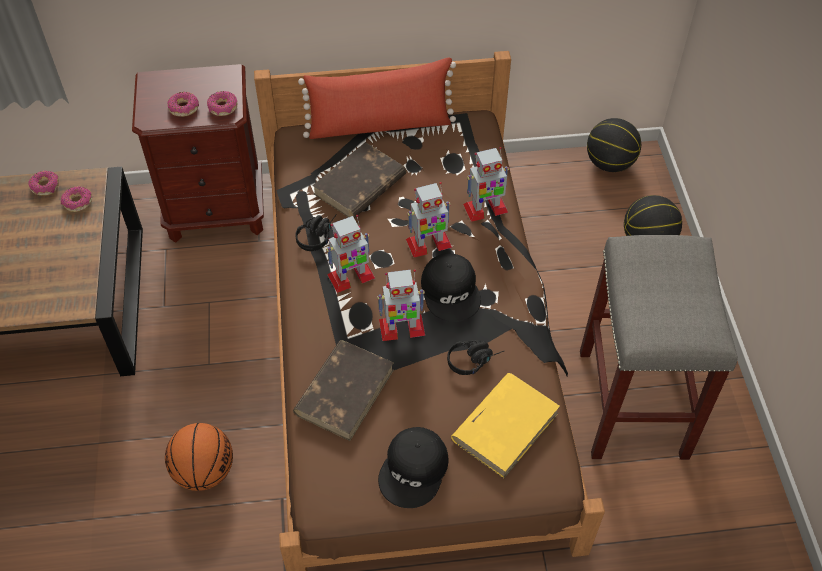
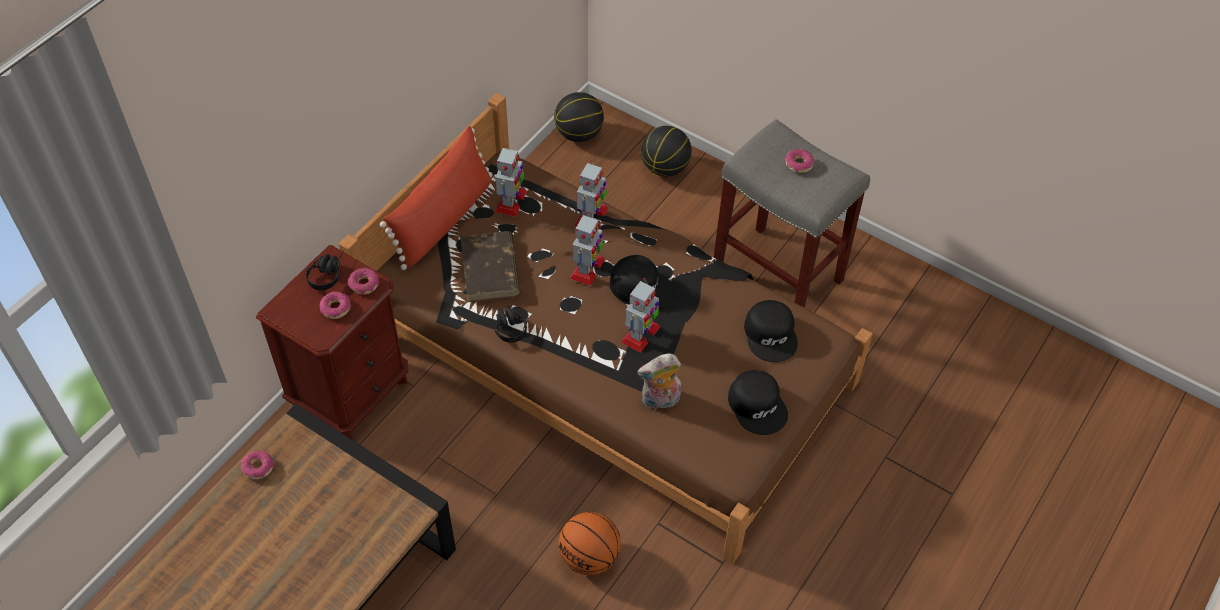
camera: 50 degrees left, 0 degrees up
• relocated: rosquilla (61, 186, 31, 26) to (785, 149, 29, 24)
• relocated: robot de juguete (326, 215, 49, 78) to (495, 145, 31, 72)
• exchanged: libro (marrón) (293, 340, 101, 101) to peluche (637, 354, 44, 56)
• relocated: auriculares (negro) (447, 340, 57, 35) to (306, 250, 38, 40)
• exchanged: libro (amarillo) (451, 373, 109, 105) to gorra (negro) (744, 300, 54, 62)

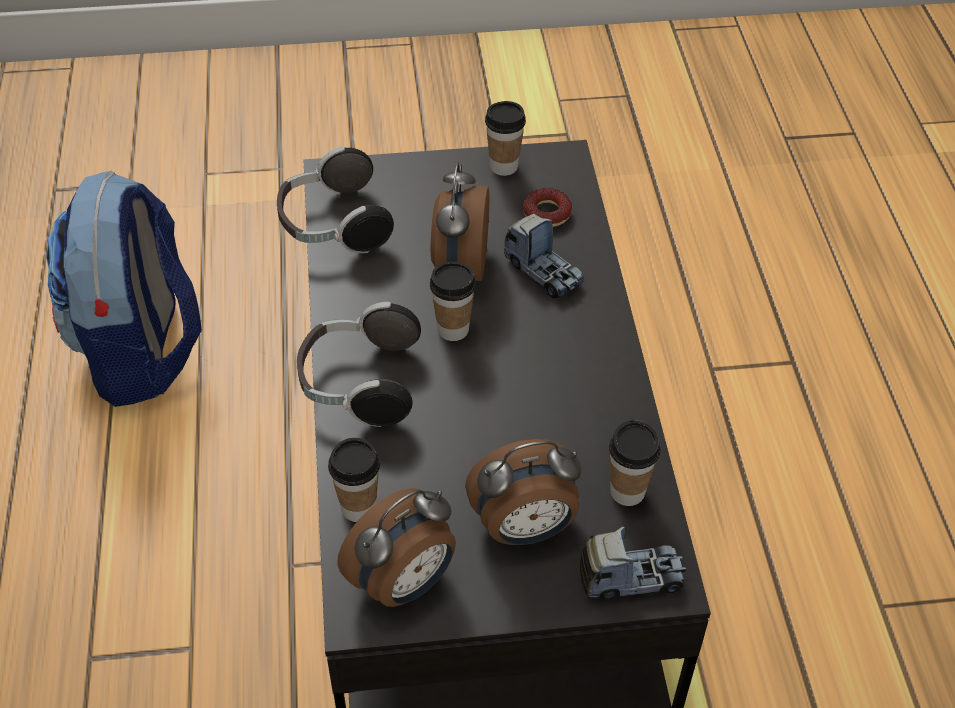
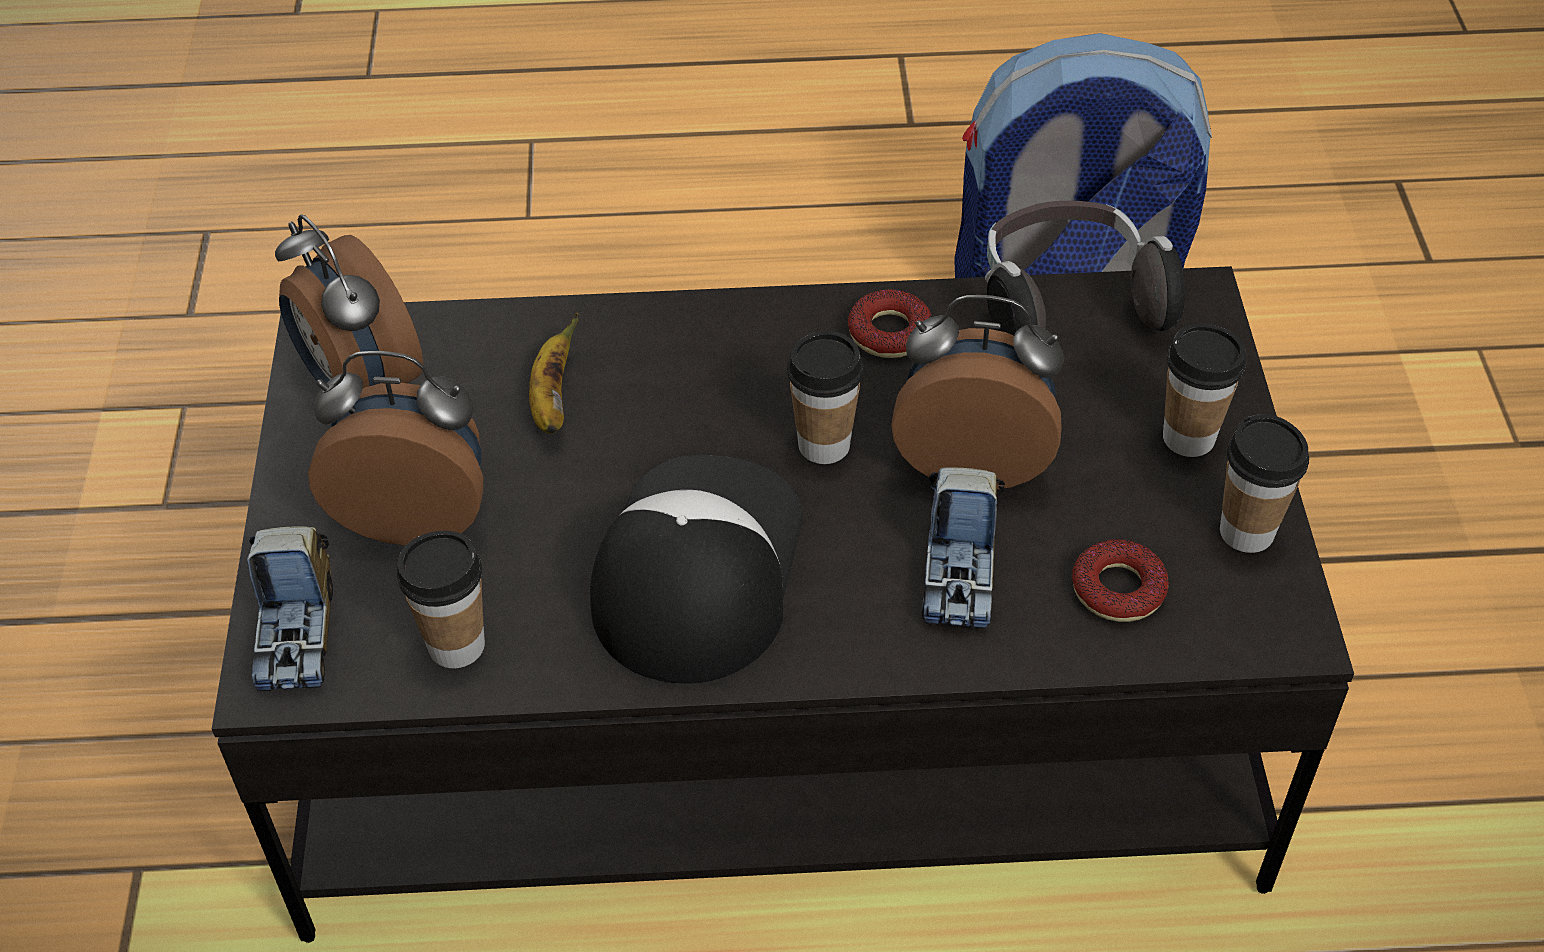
camera: 95 degrees right, 0 degrees up
• spun: camión de juguete (504, 214, 80, 85) = (921, 467, 84, 162) 45 degrees counterclockwise
• missing: auriculares (297, 302, 124, 125)
• relocated: taza (328, 438, 52, 84) to (1163, 324, 83, 133)
• spun: despertador (465, 439, 117, 106) = (308, 351, 175, 195) 105 degrees clockwise
• appeared: rosquilla (848, 289, 84, 69)
• appeared: plátano (529, 312, 50, 122)
• appeared: gorra (590, 455, 212, 229)

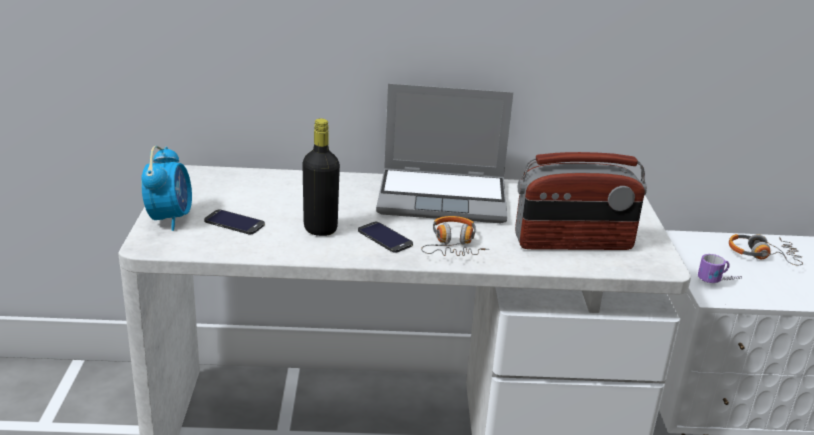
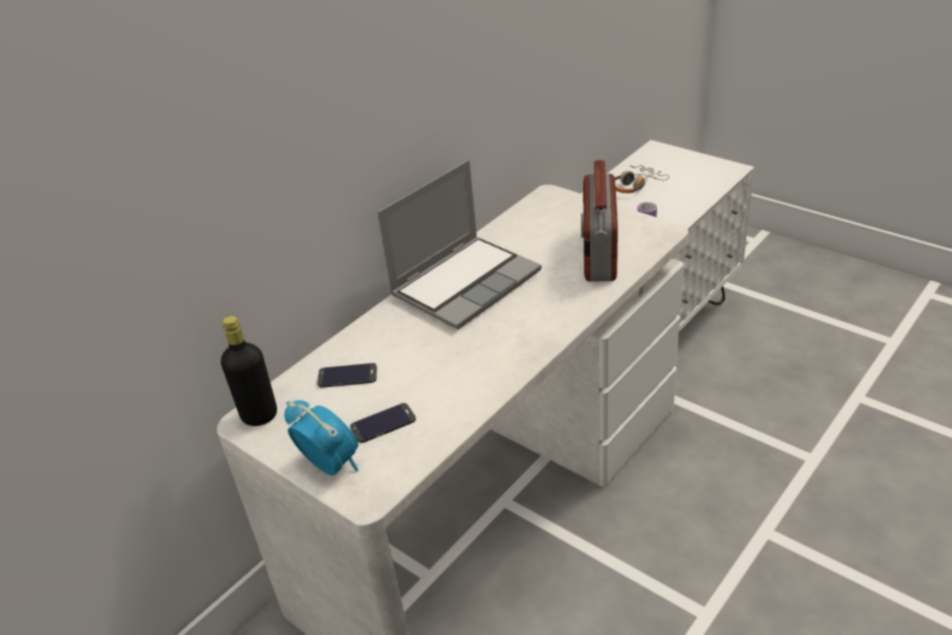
camera: 45 degrees left, 10 degrees up
• relocated: botella (negro) (302, 119, 38, 117) to (221, 316, 56, 110)
• spun: radio (515, 152, 132, 98) = (581, 160, 37, 122) 150 degrees clockwise
• missing: auriculares (421, 216, 68, 40)
• relocated: móvil (358, 222, 55, 31) to (317, 363, 60, 25)

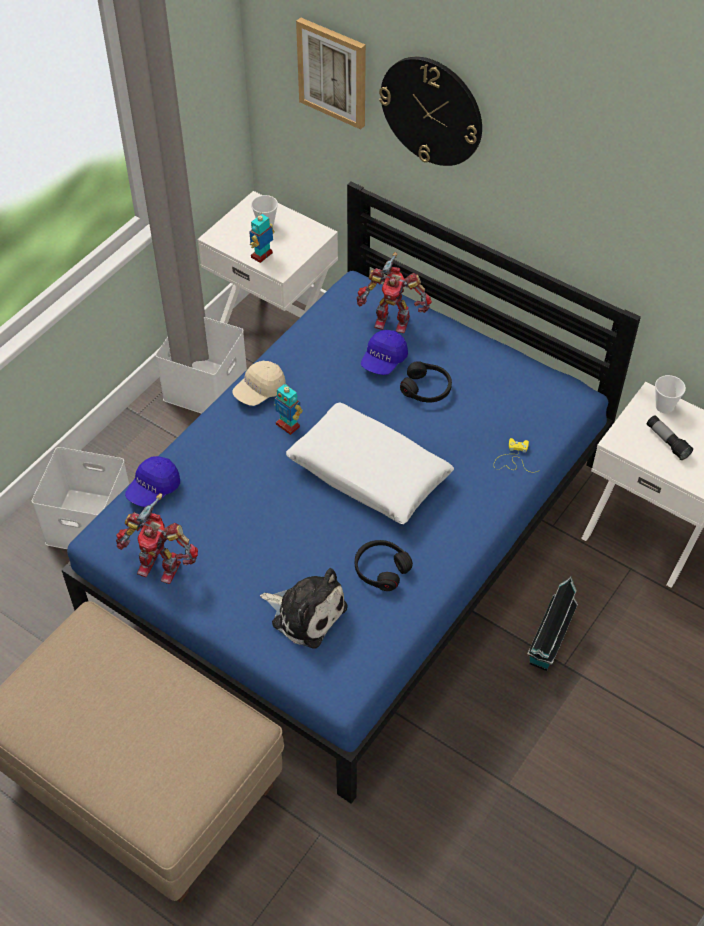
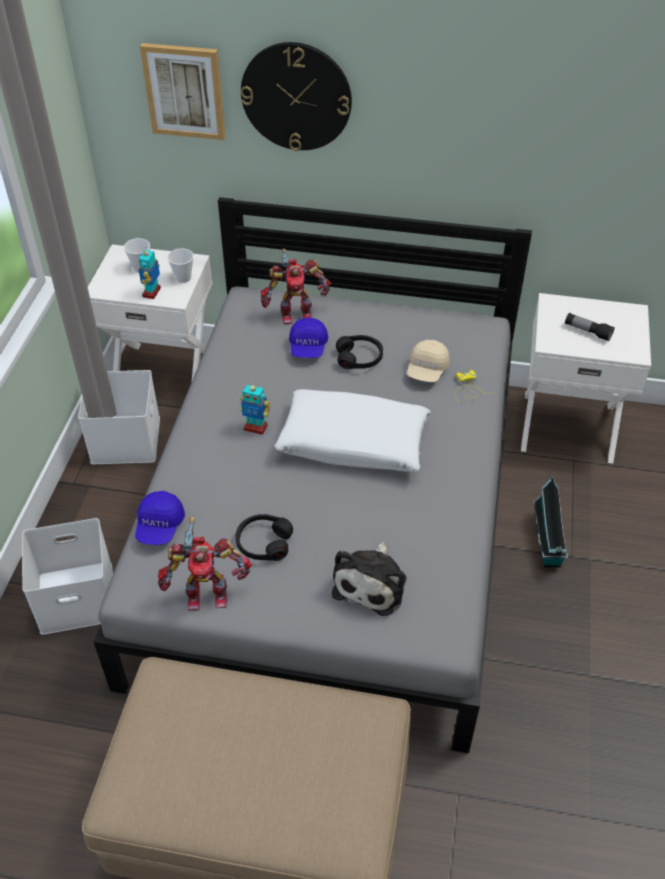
camera: 25 degrees left, 5 degrees down
• colour: cama (azul) (62, 181, 579, 623) to cama (gris) (94, 197, 438, 556)
• relocated: gorra (beis) (232, 361, 54, 45) to (407, 340, 43, 42)
• relocated: taza (655, 375, 31, 38) to (167, 249, 27, 34)
• relocated: auriculares (negro) (355, 540, 58, 51) to (235, 514, 58, 47)
• spun: peluche (260, 568, 87, 81) = (332, 542, 75, 74) 105 degrees clockwise

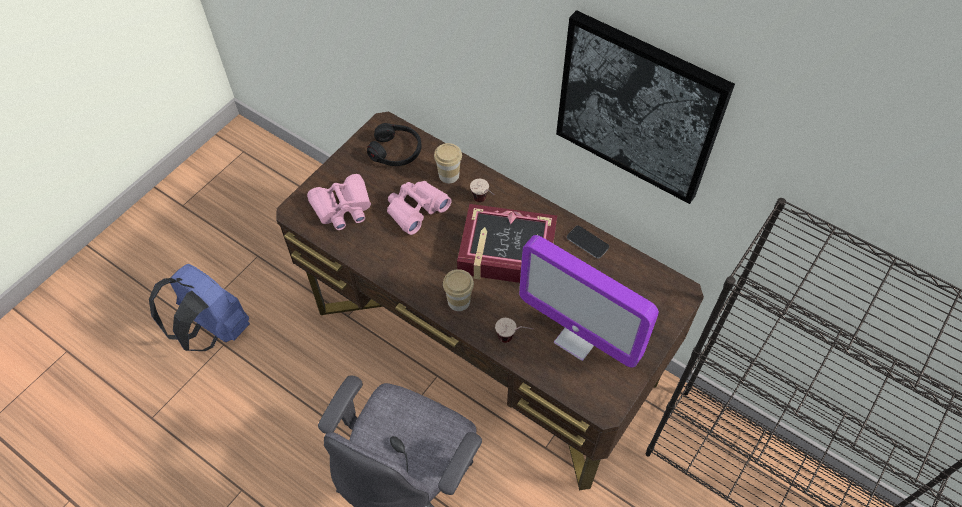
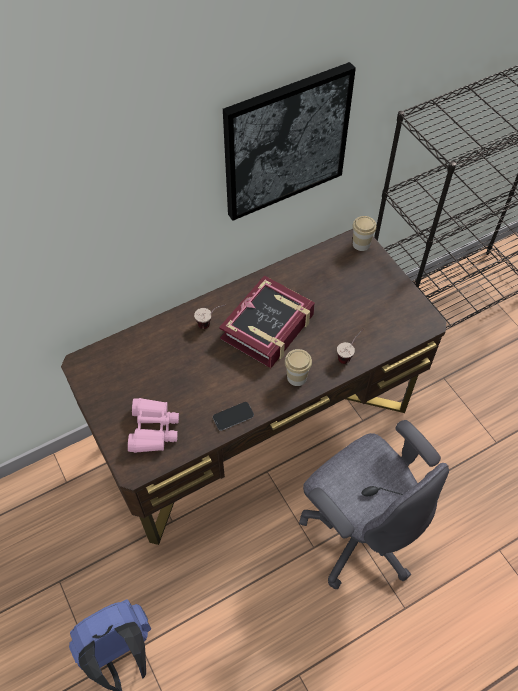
camera: 65 degrees left, 0 degrees up
• missing: auriculares (negro) (367, 123, 55, 43)
• relocated: taza (434, 143, 28, 40) to (352, 216, 25, 35)
• missing: prismáticos (rosa) (387, 181, 65, 54)
• relocated: móvil (567, 226, 42, 33) to (213, 402, 41, 29)
• missing: monitor (519, 235, 140, 133)

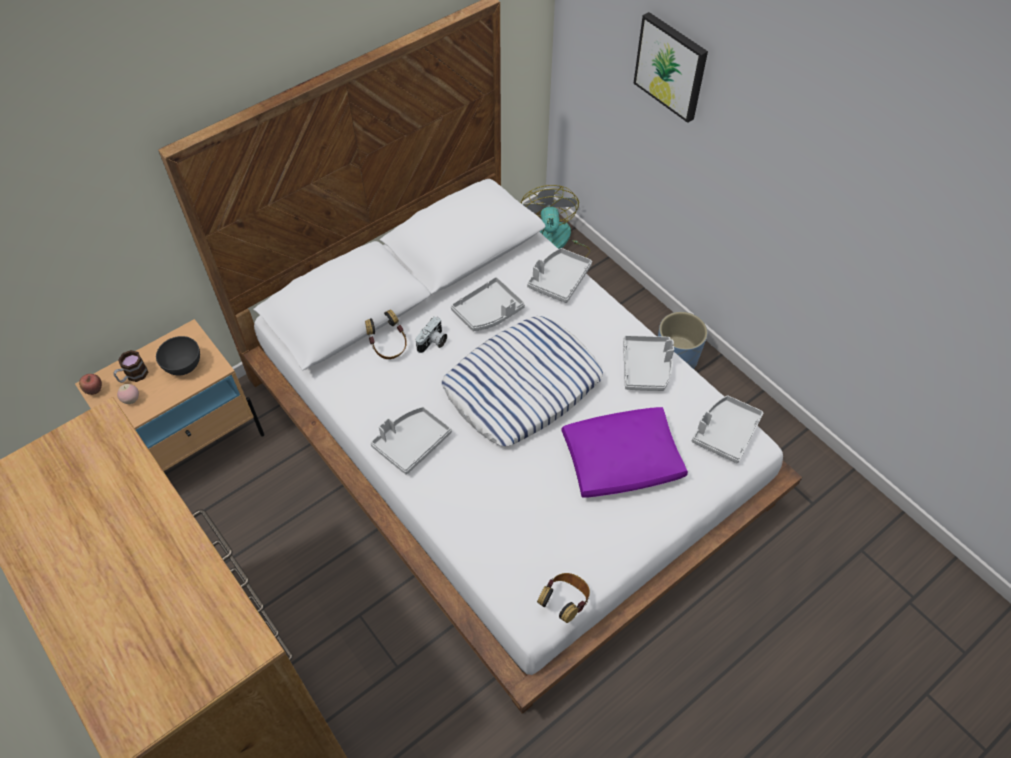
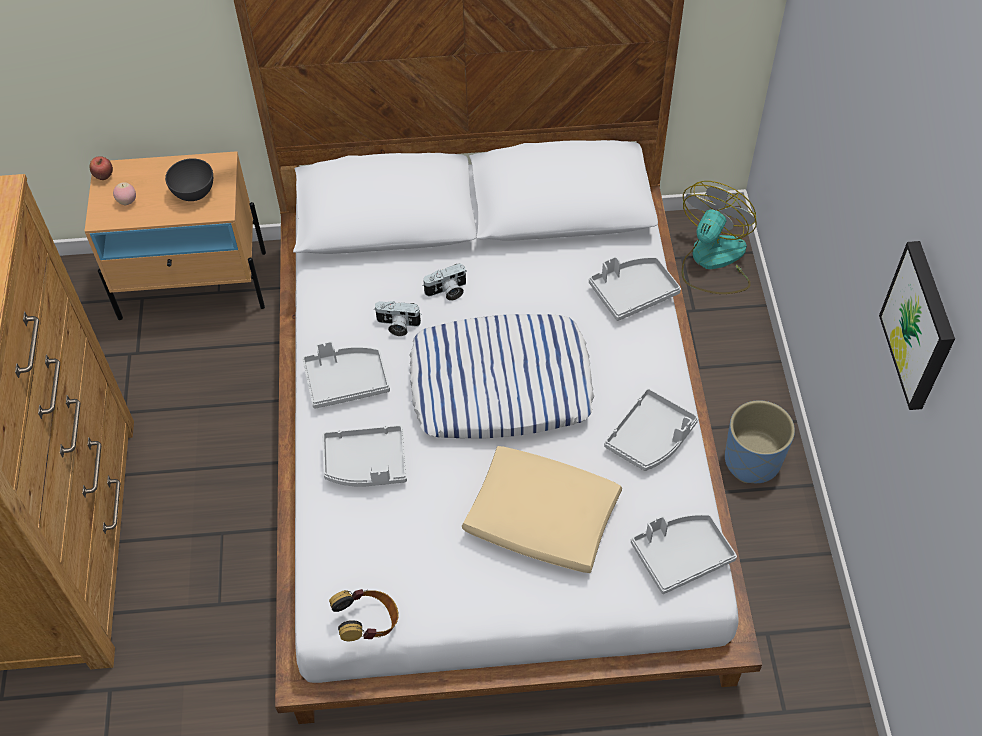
camera: 35 degrees right, 0 degrees up
• relocated: cuadro (634, 12, 74, 111) to (879, 241, 76, 169)
• relocated: bandeja (gris) (451, 277, 74, 54) to (322, 425, 85, 62)
• missing: auriculares (365, 309, 42, 50)
• missing: taza grande (113, 350, 35, 33)
• colour: cojín (morado) (561, 407, 127, 91) to cojín (beis) (462, 446, 160, 127)
• appeared: cámara (374, 301, 47, 35)

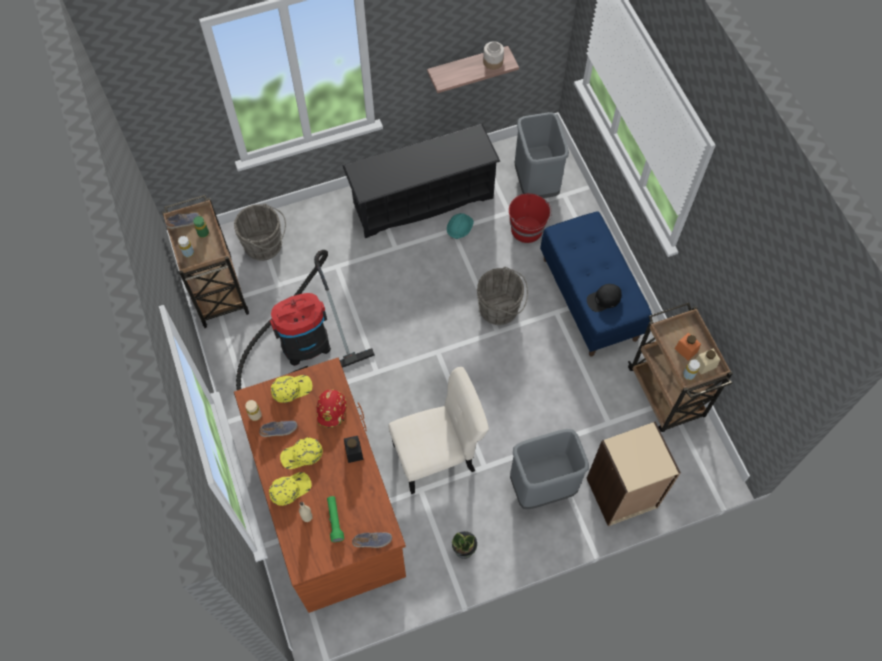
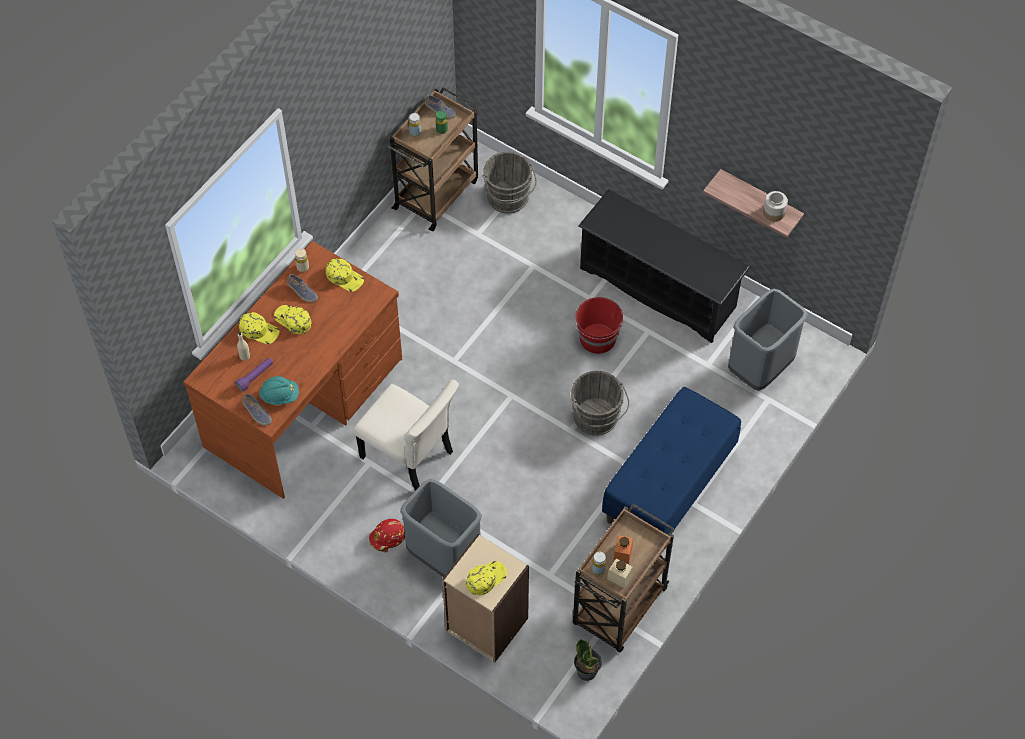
camera: 55 degrees right, 5 degrees down
• relocated: cubo (rojo) (509, 193, 43, 50) to (574, 297, 49, 57)
• relocated: casco (turquesa) (447, 213, 27, 28) to (259, 376, 40, 29)
• missing: aspiradora (236, 250, 139, 140)
• missing: gorra (negro) (587, 284, 35, 28)
• relocated: casco (rojo) (317, 390, 30, 38) to (369, 519, 36, 34)
• missing: tarro (negro) (344, 436, 20, 27)
• colour: linterna (verde) (327, 496, 17, 46) to linterna (morado) (235, 358, 38, 34)
• relocated: planta en maceta (452, 531, 25, 28) to (574, 639, 28, 42)
• appeared: gorra (amarillo) (466, 561, 41, 34)

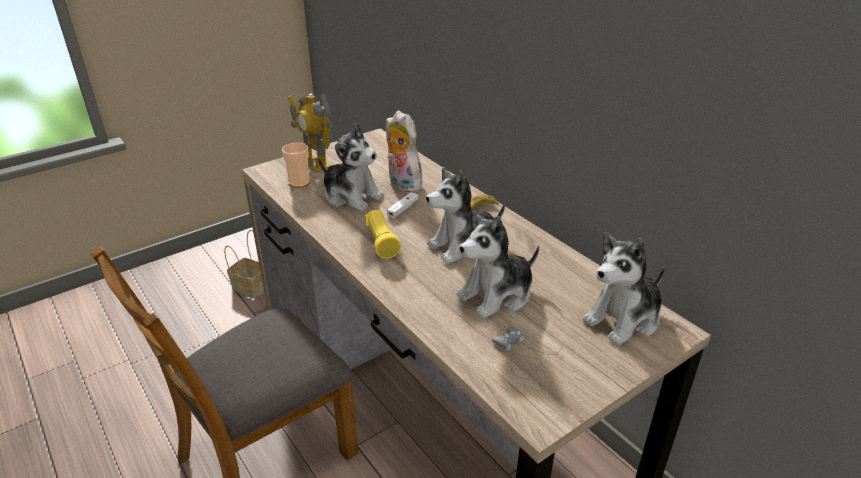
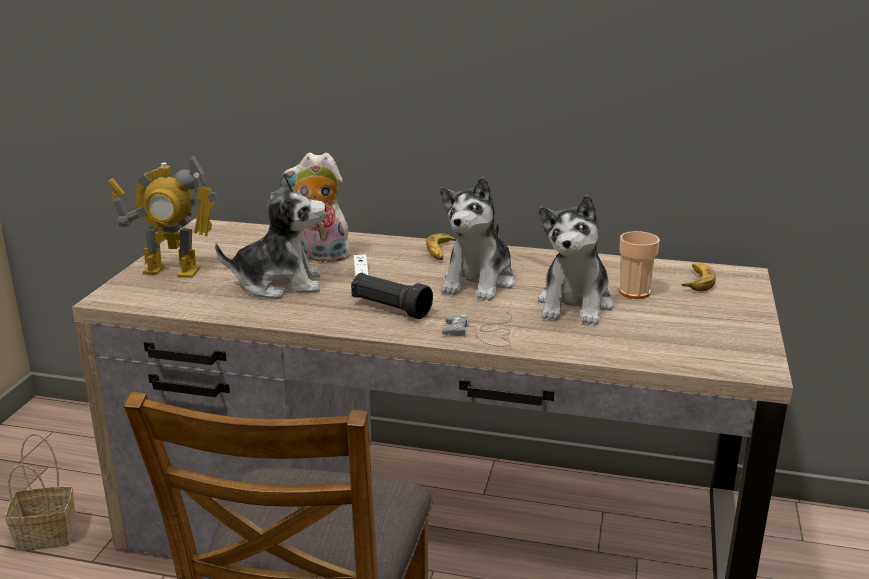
camera: 40 degrees left, 10 degrees down
• relocated: taza (282, 143, 28, 45) to (619, 231, 41, 68)
• colour: linterna (amarillo) (365, 210, 36, 49) to linterna (negro) (351, 273, 82, 46)
• exchanged: peluche (582, 232, 83, 113) to plátano (682, 263, 34, 29)
• relocated: mando de consola (gris) (492, 327, 70, 52) to (442, 312, 70, 35)

